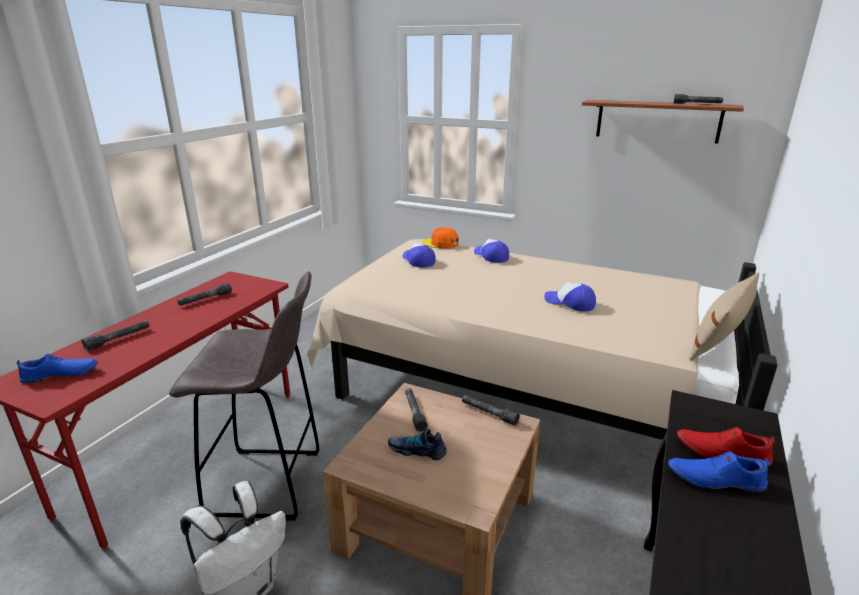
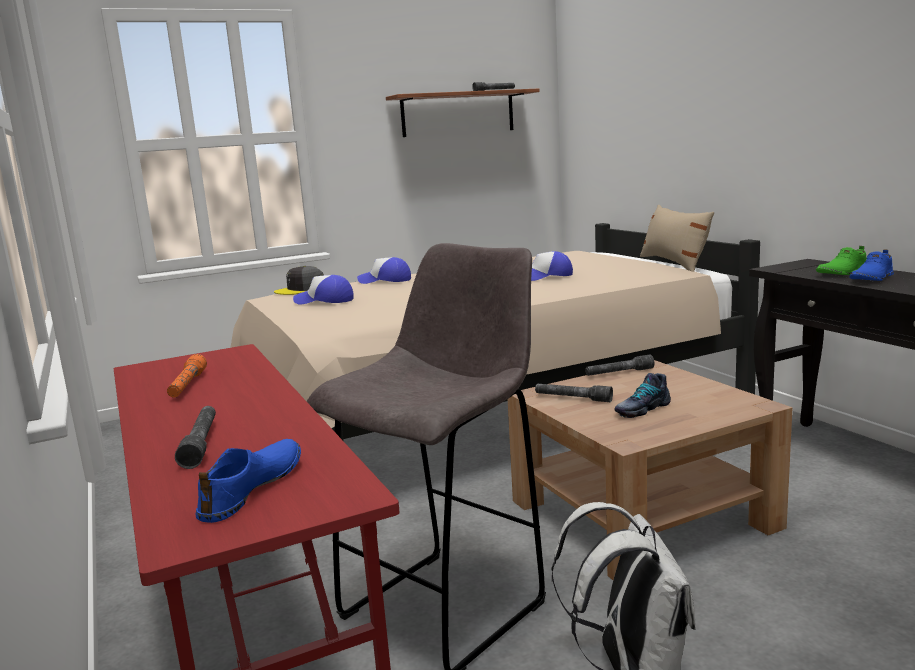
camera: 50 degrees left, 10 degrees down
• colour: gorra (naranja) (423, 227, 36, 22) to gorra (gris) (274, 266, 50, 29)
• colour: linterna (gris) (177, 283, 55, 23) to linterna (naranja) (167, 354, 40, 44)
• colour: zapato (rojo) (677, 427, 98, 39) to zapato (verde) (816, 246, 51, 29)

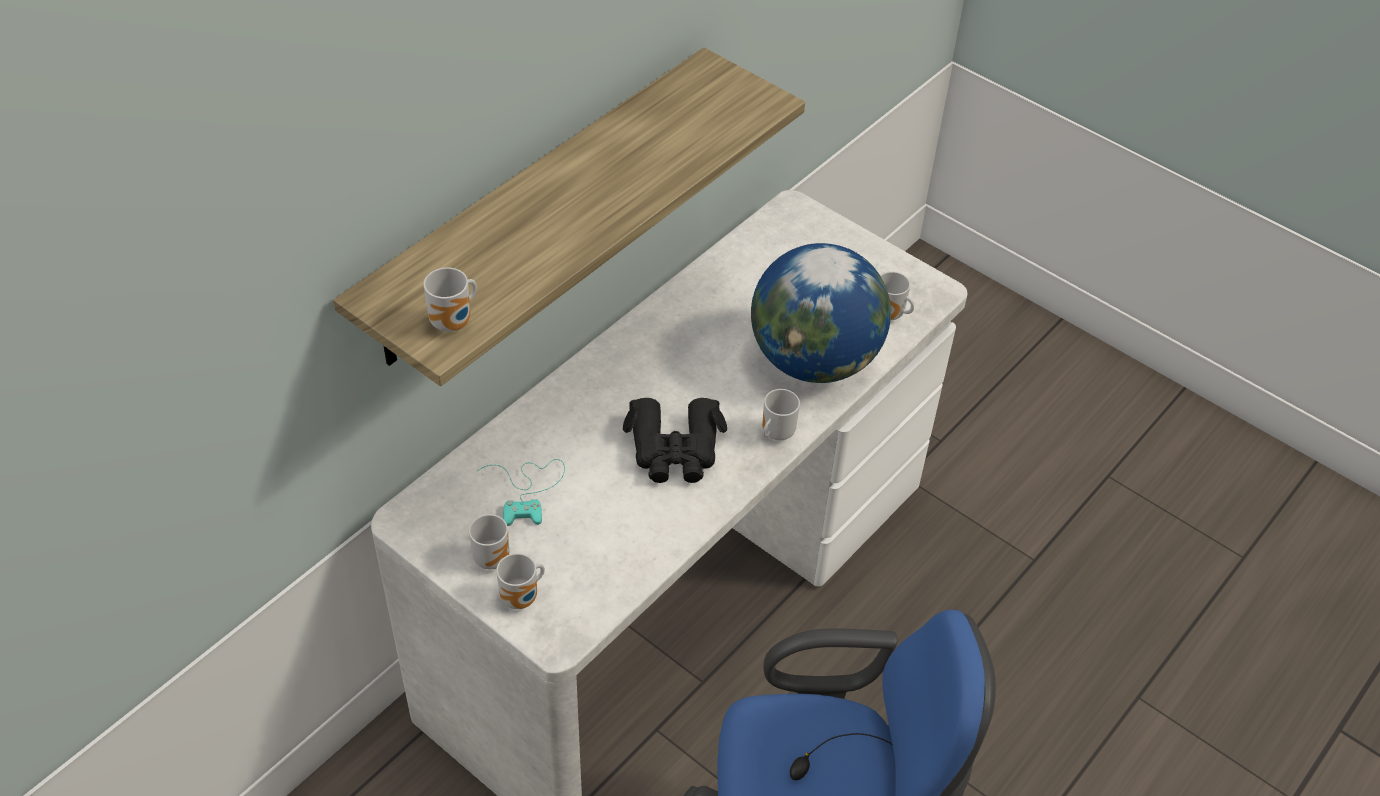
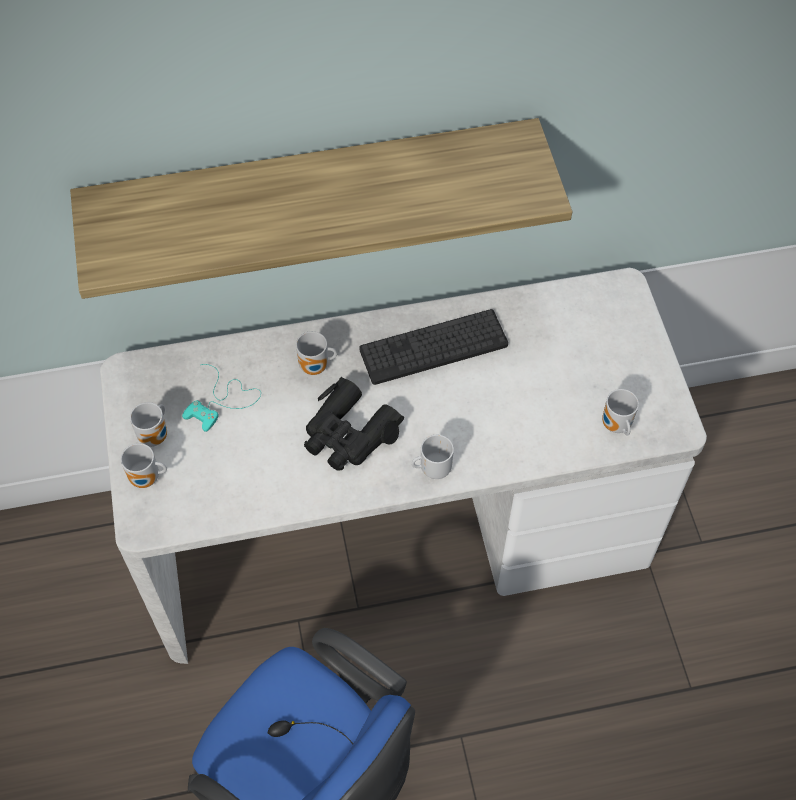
camera: 40 degrees right, 10 degrees up
• missing: globo terráqueo (751, 243, 140, 140)
• relocated: taza grande (423, 267, 54, 65) to (296, 331, 41, 44)
• appeared: teclado (359, 309, 149, 76)

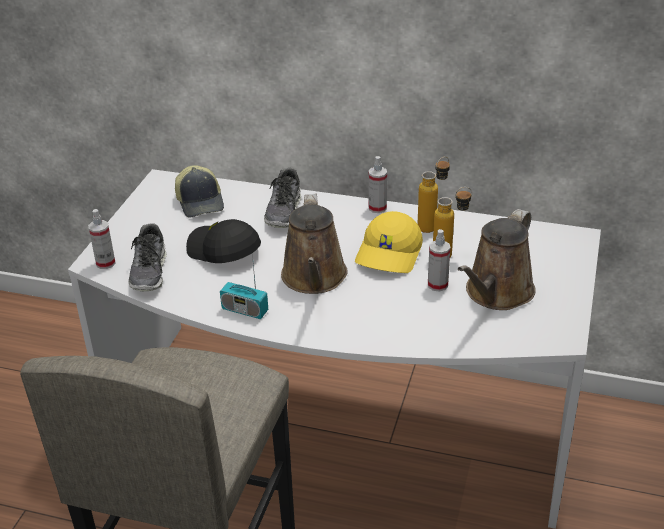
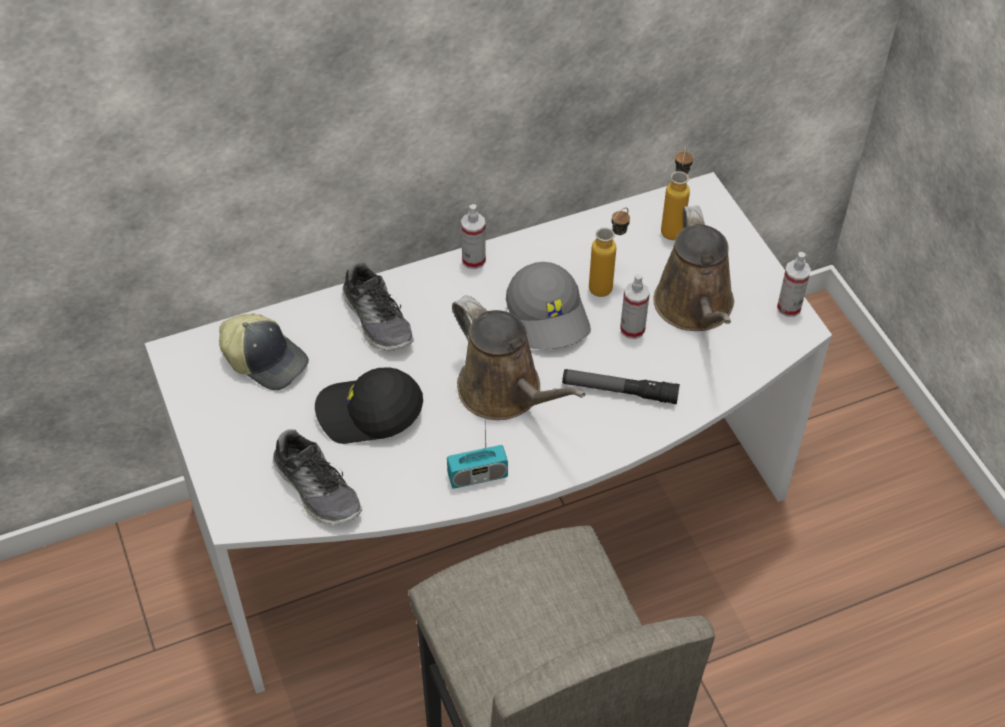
camera: 40 degrees left, 15 degrees up
• relocated: botella (418, 156, 32, 77) to (661, 147, 32, 93)
• relocated: pulverizador (88, 209, 28, 60) to (777, 252, 34, 65)
• colour: gorra (amarillo) (355, 211, 68, 62) to gorra (gris) (506, 262, 85, 87)
• appeared: linterna (562, 369, 118, 35)

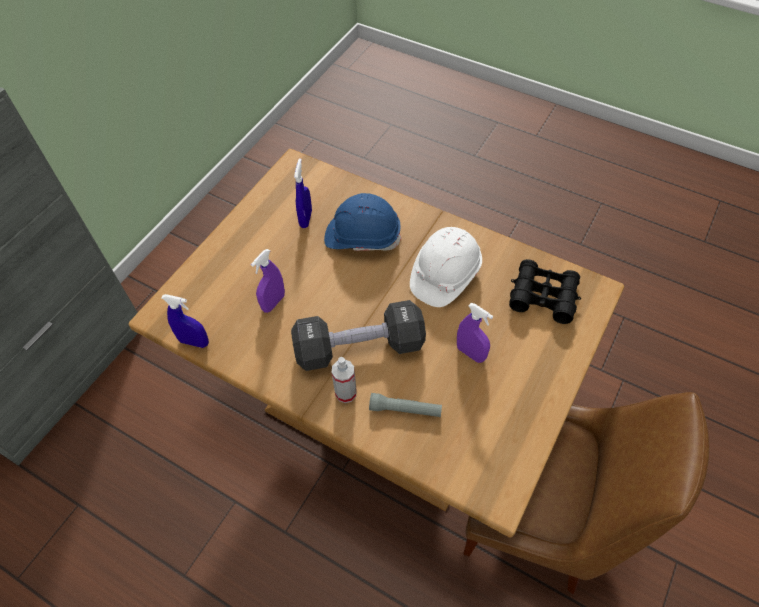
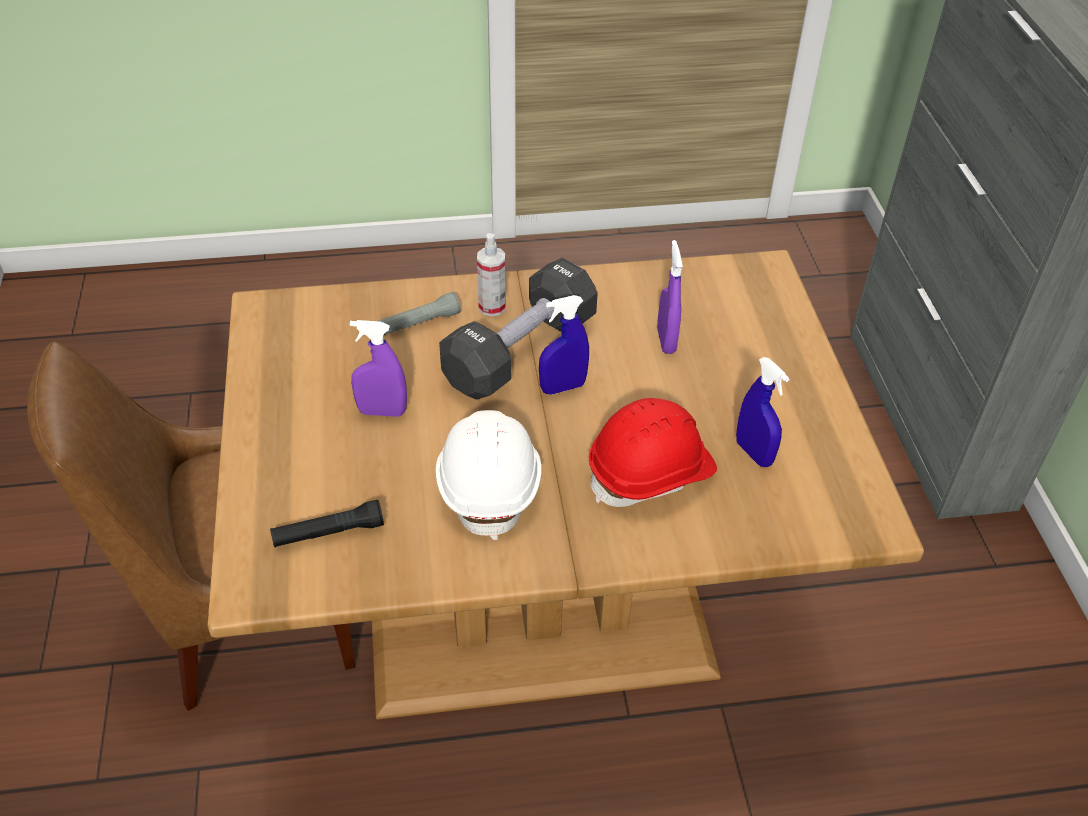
camera: 140 degrees right, 10 degrees down
• colour: casco (azul) (324, 193, 78, 58) to casco (rojo) (588, 398, 129, 109)
• exchanged: prismáticos (negro) (509, 259, 72, 65) to linterna (negro) (270, 500, 114, 47)
• relocated: pulverizador (azul) (161, 294, 48, 54) to (539, 295, 50, 100)

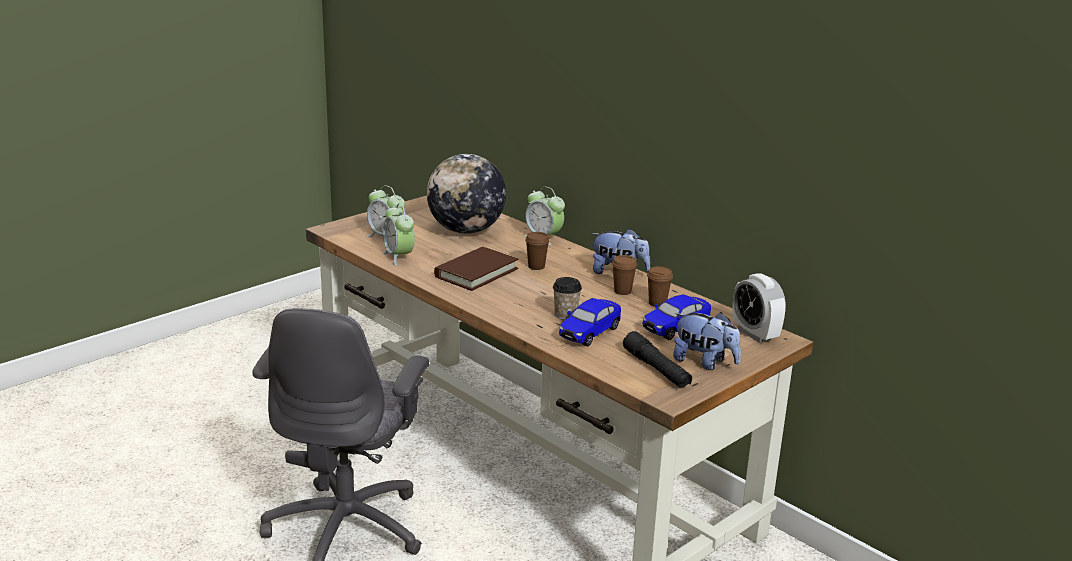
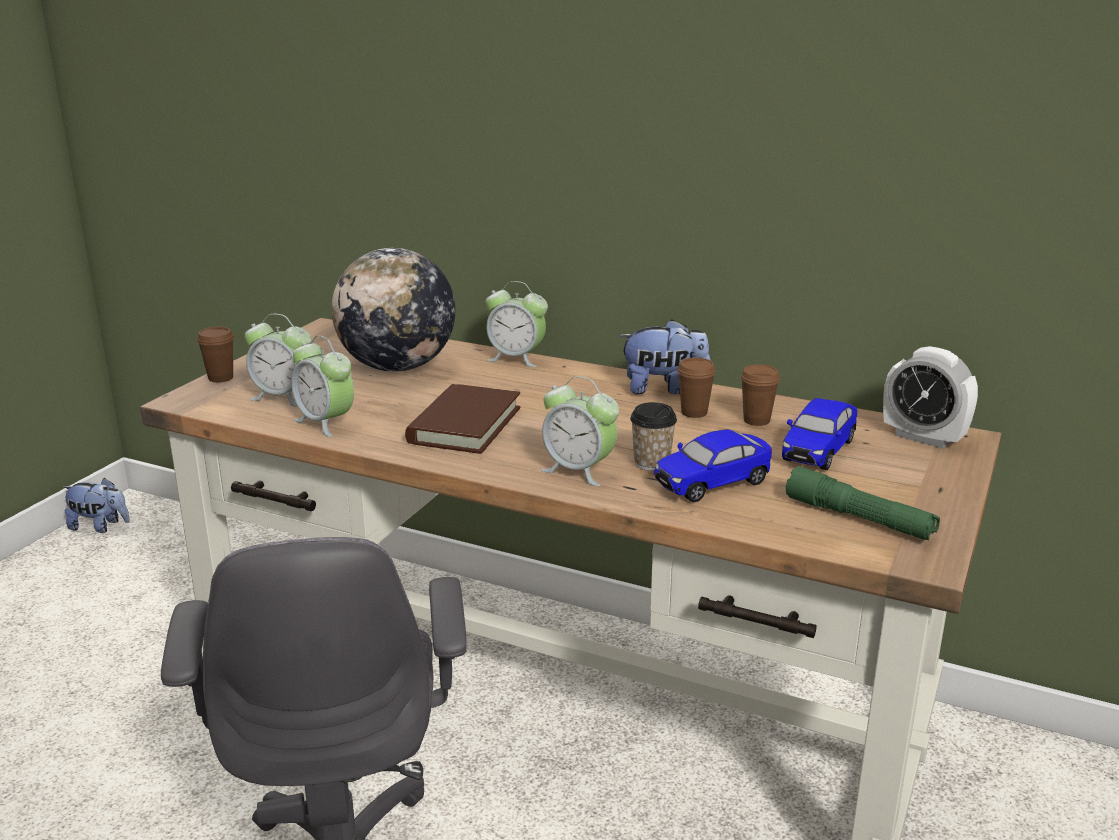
camera: 20 degrees left, 0 degrees up
• relocated: taza (marrón) (525, 232, 25, 38) to (197, 326, 37, 57)
• spun: coche de juguete (559, 298, 62, 49) = (654, 429, 118, 74) 45 degrees clockwise
• relocated: peluche (673, 312, 68, 58) to (62, 477, 68, 56)
• colour: linterna (negro) (623, 331, 69, 57) to linterna (verde) (786, 466, 154, 74)
• appeared: despertador (541, 376, 78, 110)

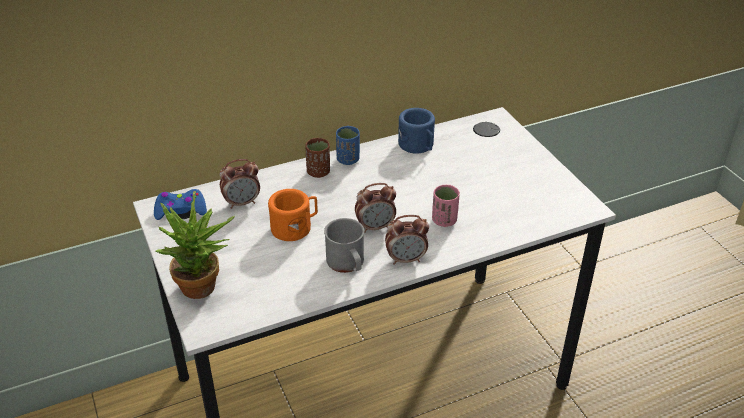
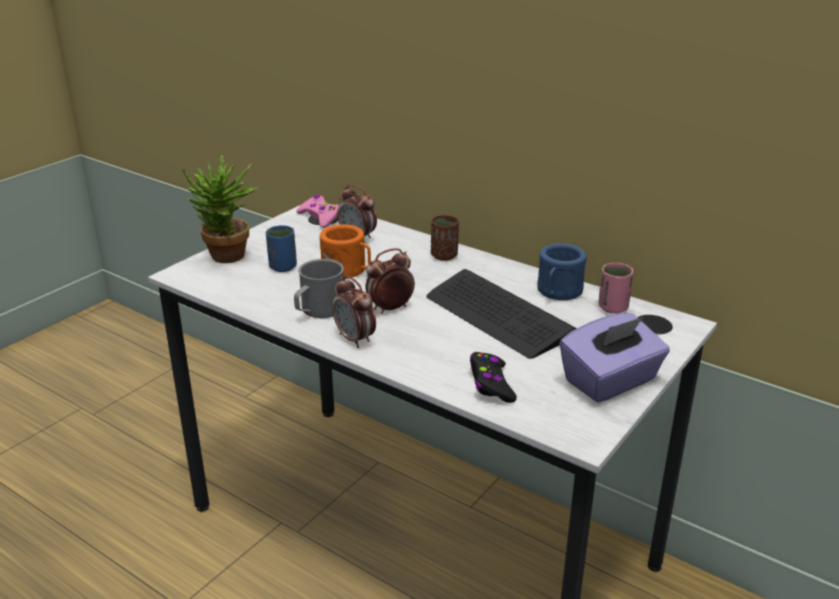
camera: 60 degrees right, 10 degrees down
• relocated: taza (azul) (336, 126, 24, 39) to (266, 225, 31, 47)
• spun: despertador (355, 183, 41, 50) = (365, 248, 50, 66) 105 degrees clockwise
• relocated: taza (rosa) (432, 185, 28, 42) to (598, 263, 35, 51)
• colour: mando de consola (azul) (154, 189, 53, 31) to mando de consola (rosa) (296, 195, 43, 33)
• appeared: teclado (427, 269, 150, 90)
• appeared: caja de pañuelos (morado) (560, 313, 110, 90)
• appeared: mando de consola (negro) (470, 352, 47, 51)

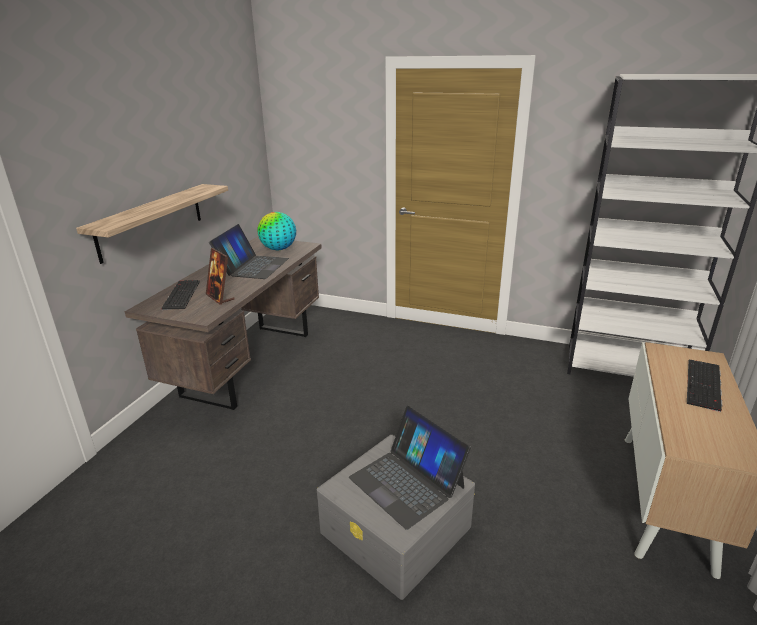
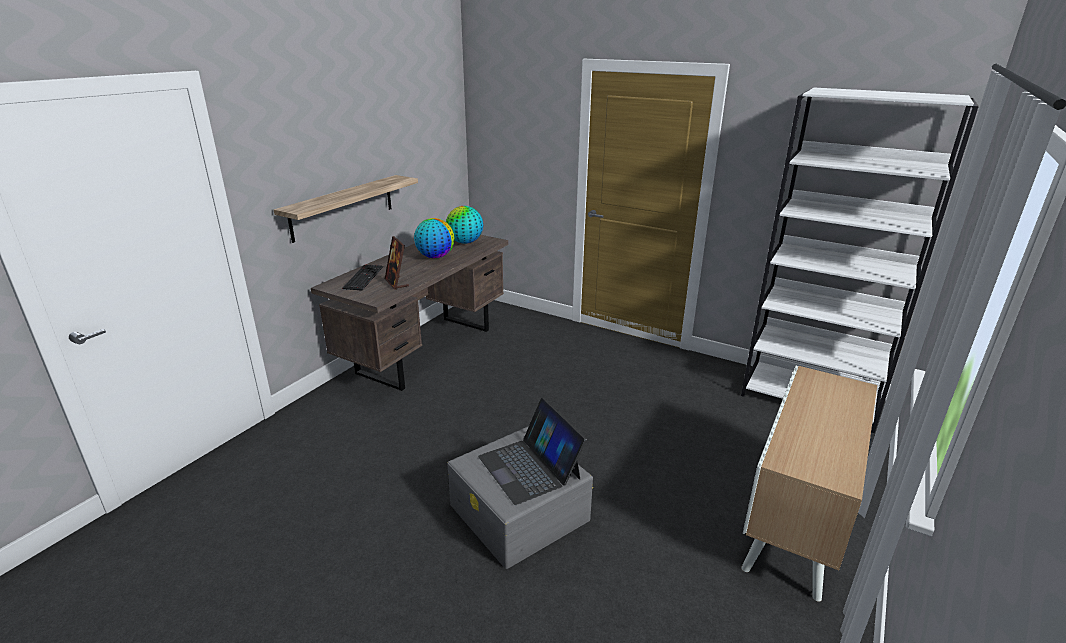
camera: 10 degrees right, 0 degrees up
• exchanged: portátil (209, 224, 80, 55) to globo terráqueo (414, 218, 41, 40)
• missing: teclado (687, 360, 35, 52)

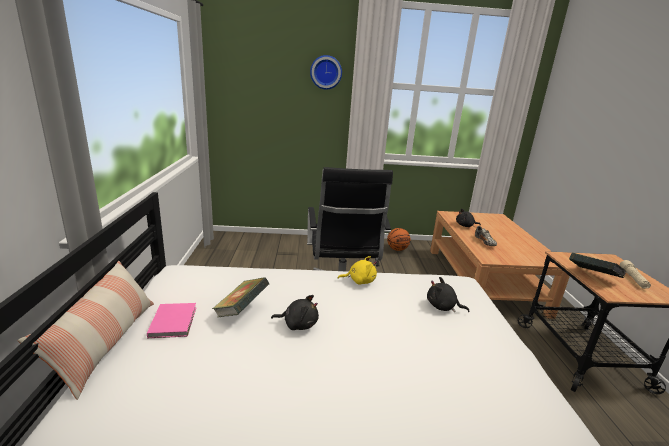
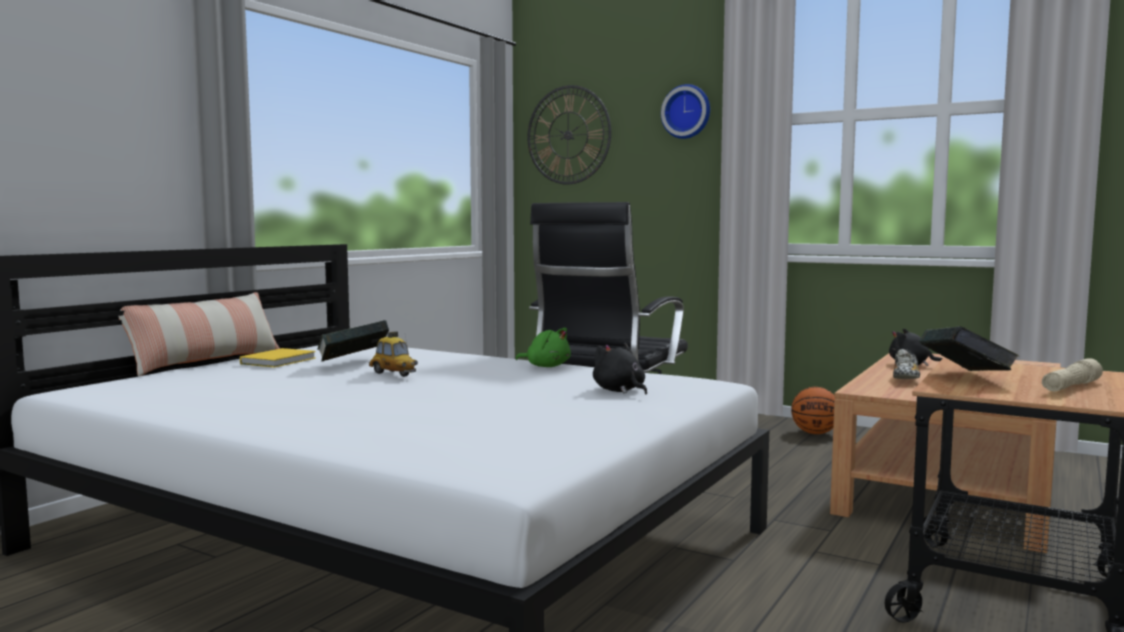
camera: 35 degrees right, 15 degrees down
• colour: peluche (amarillo) (338, 256, 39, 29) to peluche (verde) (515, 328, 56, 39)
• exchanged: peluche (negro) (271, 295, 48, 35) to coche de juguete (369, 331, 49, 46)
• colour: libro (rosa) (147, 303, 49, 35) to libro (amarillo) (240, 348, 76, 20)
• appeared: reloj de pared (527, 85, 84, 100)

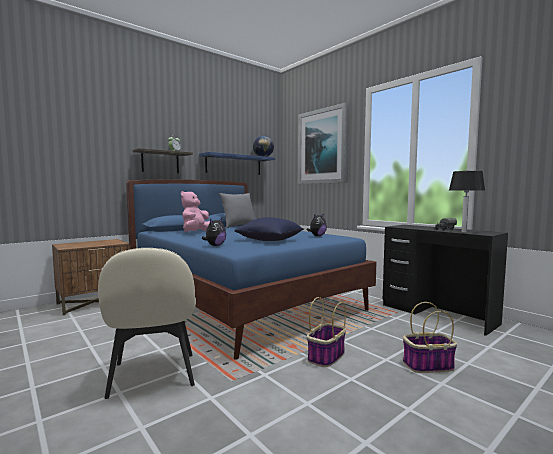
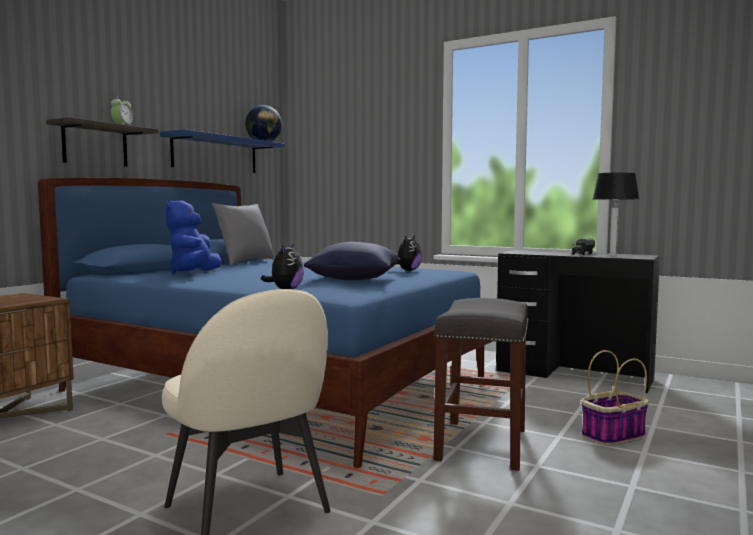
camera: 20 degrees left, 0 degrees up
• missing: cuadro (298, 102, 51, 82)
• colour: peluche (rosa) (181, 191, 29, 41) to peluche (azul) (165, 199, 57, 75)
• exchanged: cesta (307, 297, 39, 70) to taburete (gris) (433, 298, 95, 173)

